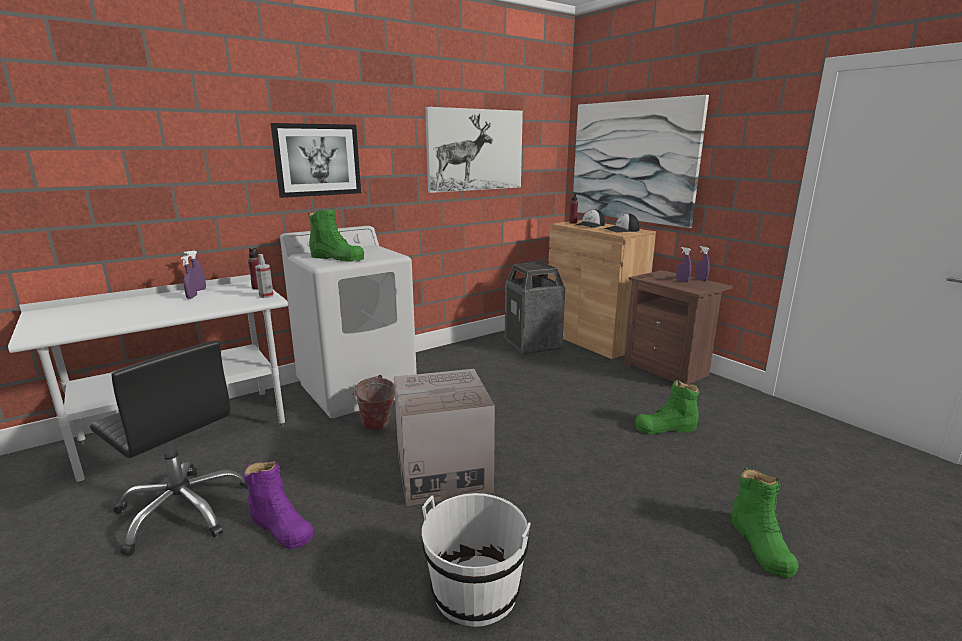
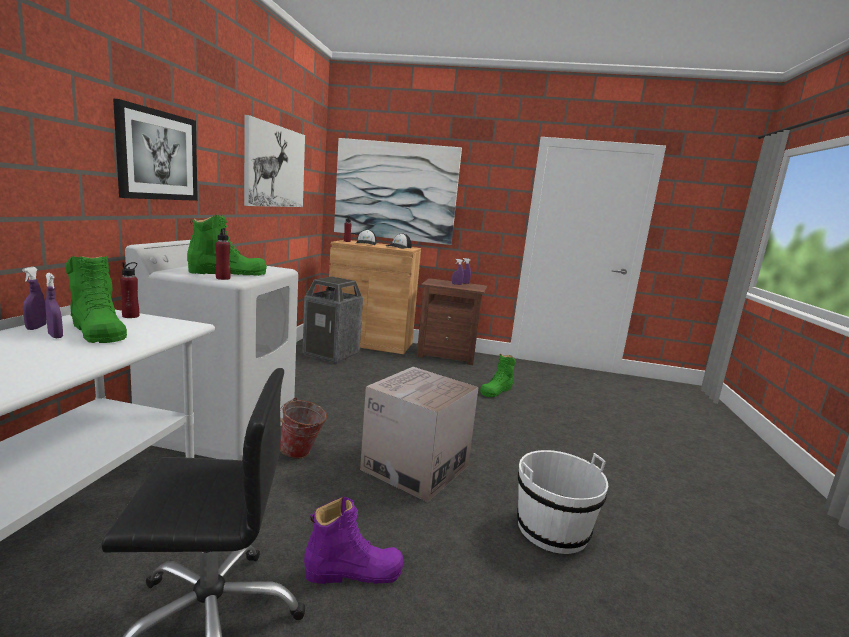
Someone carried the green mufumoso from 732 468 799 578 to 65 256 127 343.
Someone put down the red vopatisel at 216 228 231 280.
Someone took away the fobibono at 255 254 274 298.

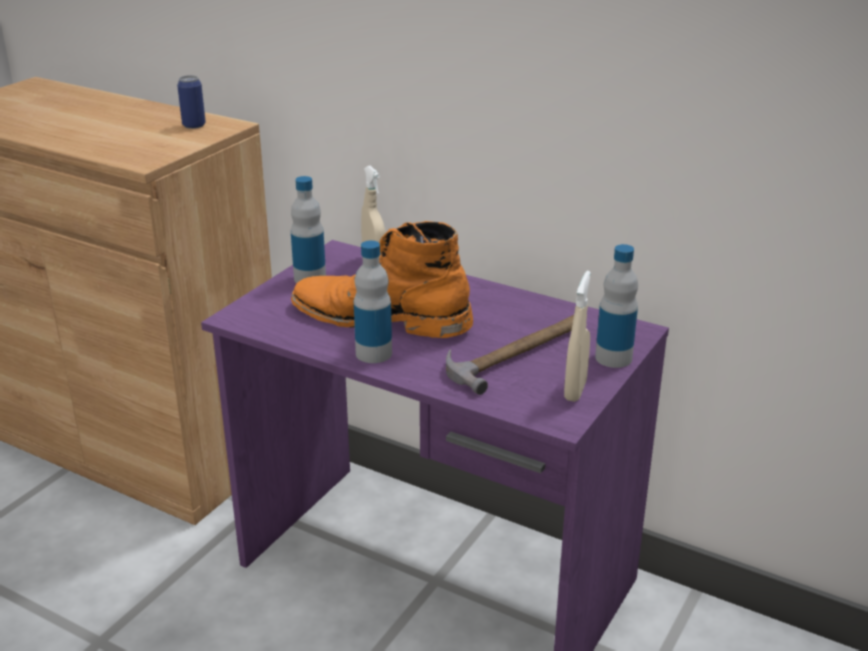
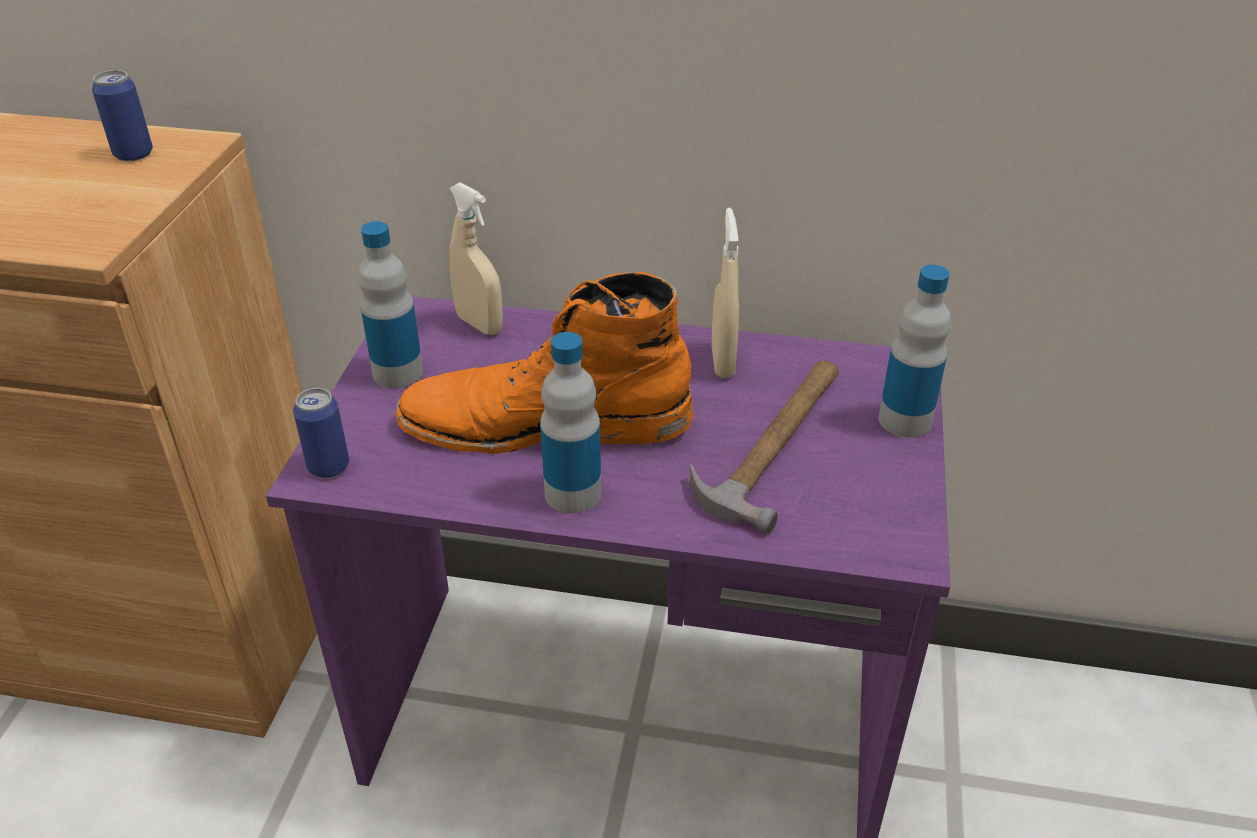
Someone put down the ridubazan at 293 388 349 478.
Someone carried the beige fobibono from 564 271 591 402 to 711 208 739 378.

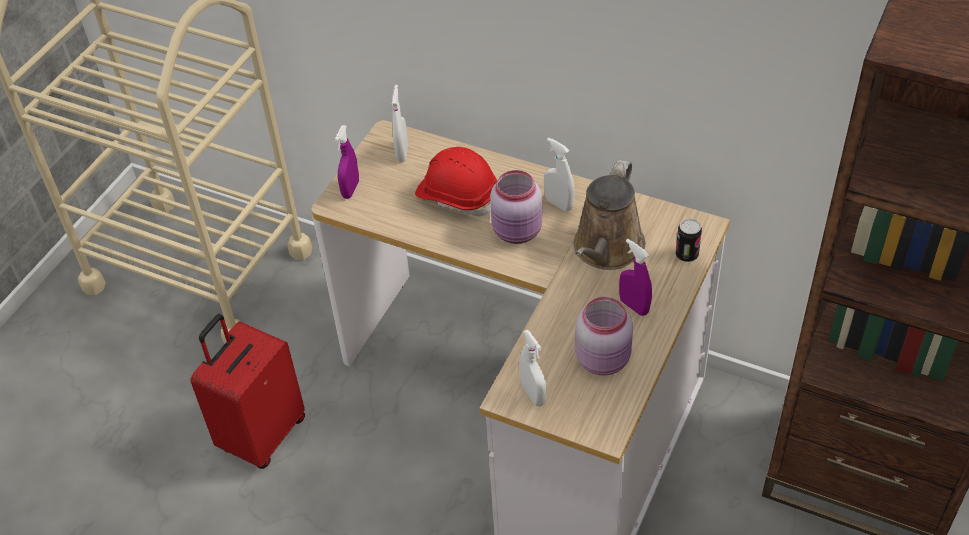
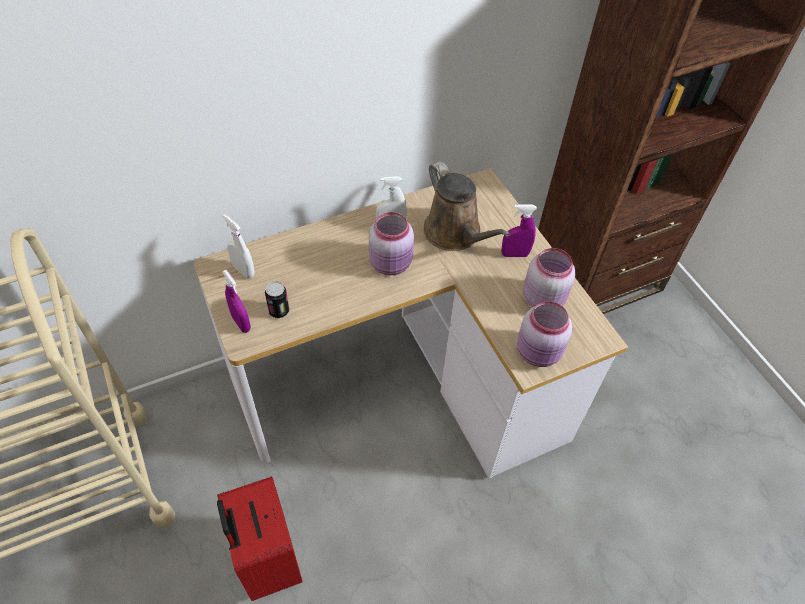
Someone carried the ridubazan from 676 219 702 262 to 265 281 289 318.
Someone swapped the white fobibono at 519 330 546 407 for the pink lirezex at 517 301 572 367.
Someone took away the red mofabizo at 415 147 497 216.

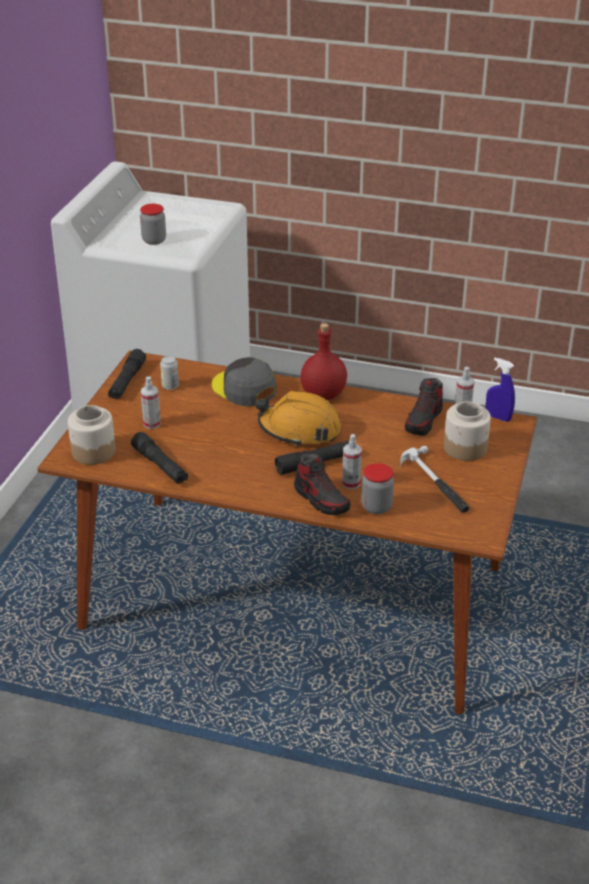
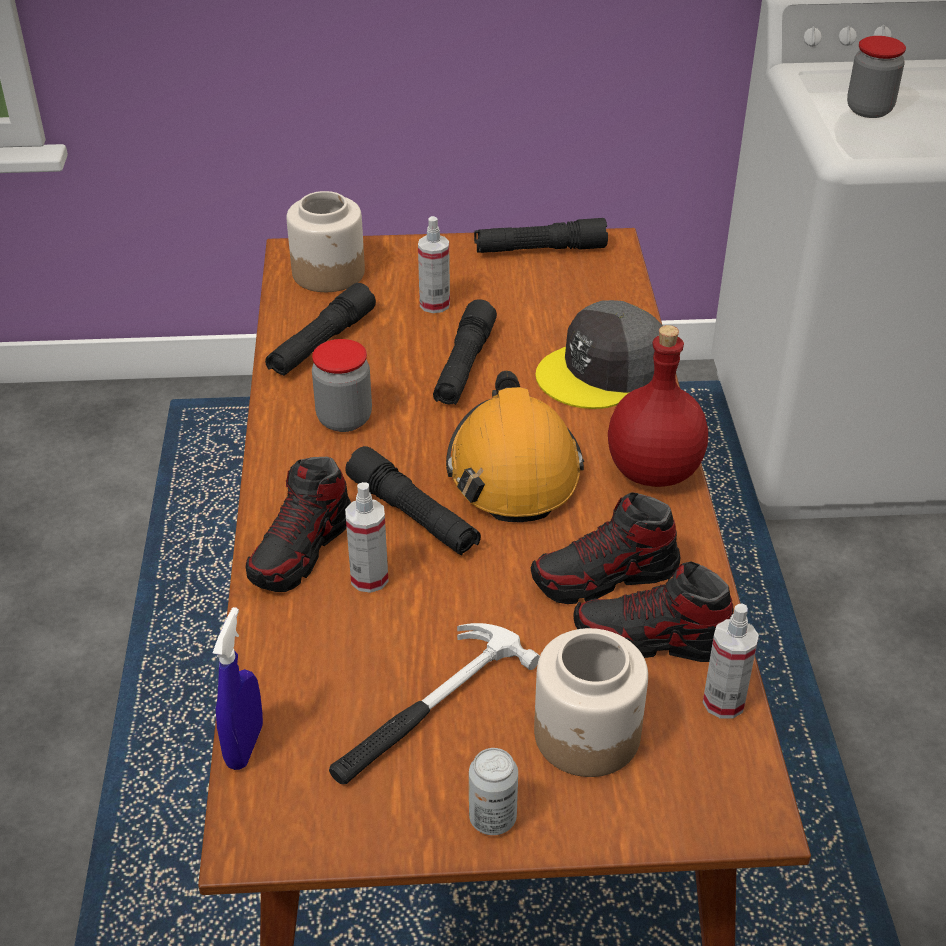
Someone carried the blue fobibono from 486 358 515 422 to 213 607 263 770.
Someone carried the lirezex from 361 463 394 514 to 312 339 372 432.
Someone put down the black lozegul at 433 299 497 405.
Someone carried the ridubazan from 160 356 179 390 to 469 748 518 835.
Someone put down the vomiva at 531 492 681 604.
Someone rotated the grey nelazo at 212 357 277 406 by 150 degrees counterclockwise.

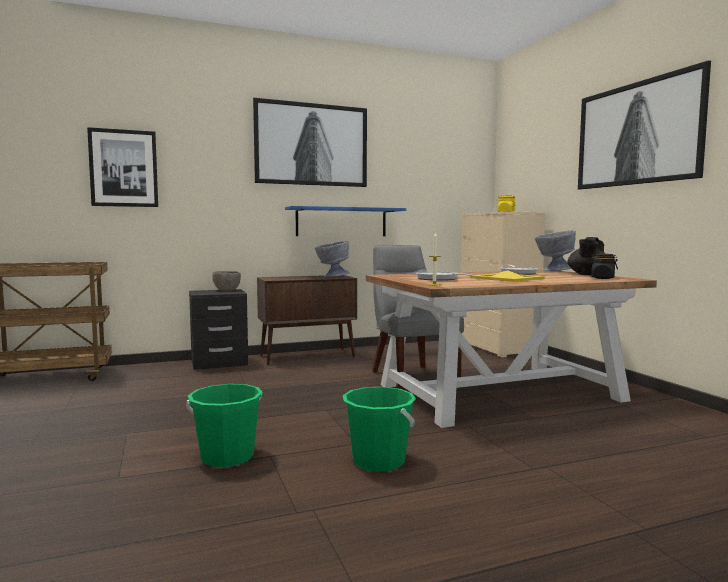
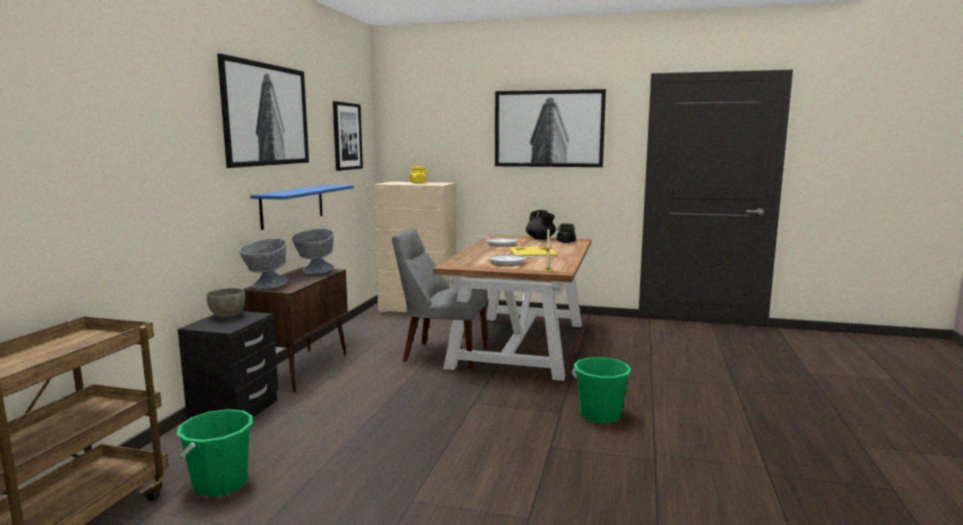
Someone carried the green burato from 186 384 263 467 to 176 409 253 497.
Someone carried the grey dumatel from 535 230 576 271 to 239 239 288 290.
Someone carried the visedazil from 87 127 158 207 to 333 101 363 171.

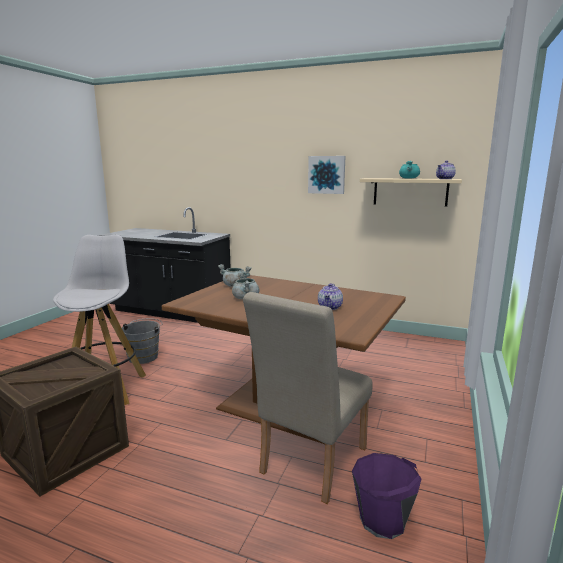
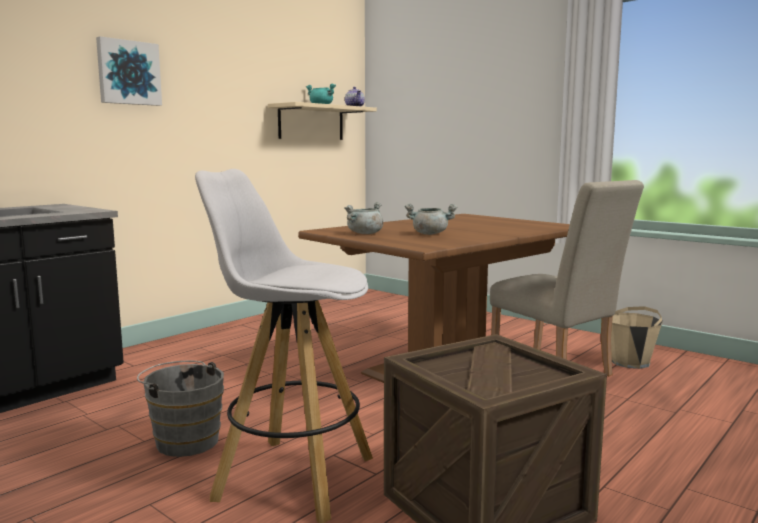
Someone carried the visedazil from 308 156 345 194 to 96 36 162 106.
Someone repainted the purple burato at 352 453 421 539, which became the beige burato at 611 306 663 369.
Someone took away the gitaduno at 318 283 343 310.

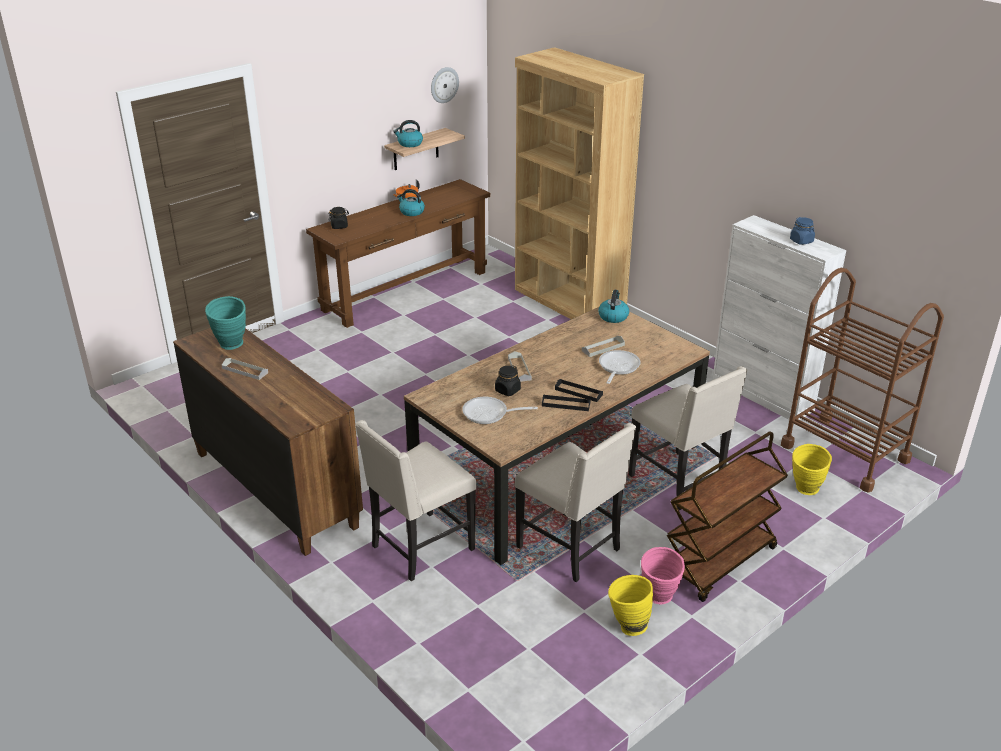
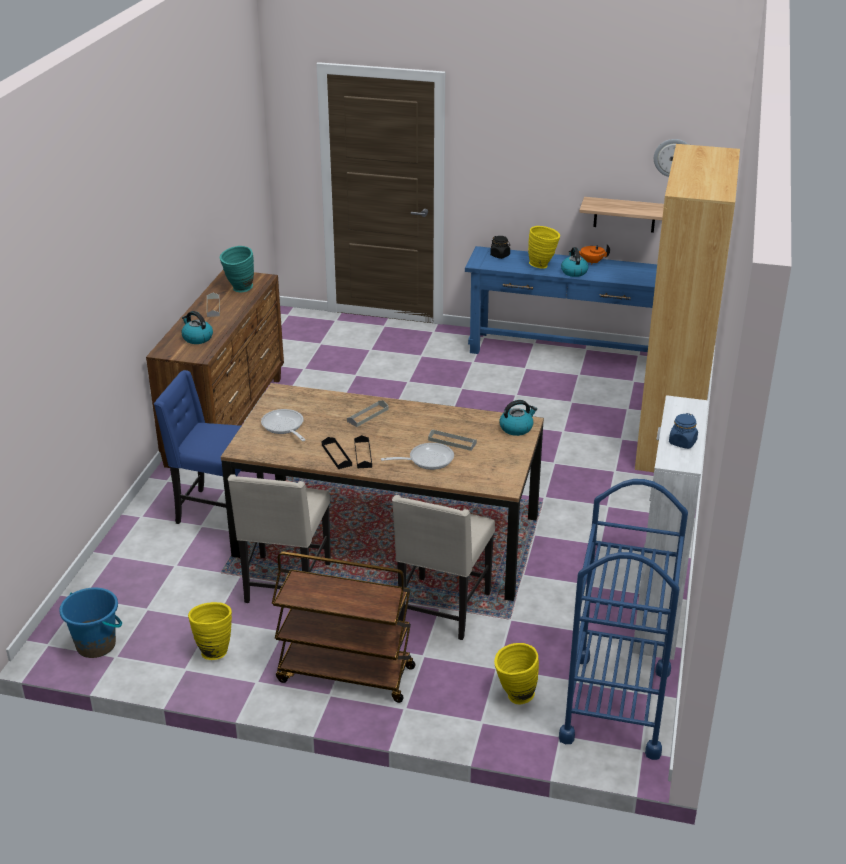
Someone put down the blue burato at 59 587 122 658.
Someone repainted the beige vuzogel at 355 420 477 581, which became the blue vuzogel at 154 370 264 524.
Someone carried the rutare from 393 120 423 147 to 181 311 213 344.
Someone repainted the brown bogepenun at 306 179 490 328, which became the blue bogepenun at 465 246 657 354.
Someone put down the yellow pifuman at 528 226 560 269.
Someone repainted the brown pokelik at 781 268 944 493, which became the blue pokelik at 559 479 688 760.
Someone took away the black lirezex at 495 365 521 396.
Someone took away the pink pifuman at 641 547 685 604.

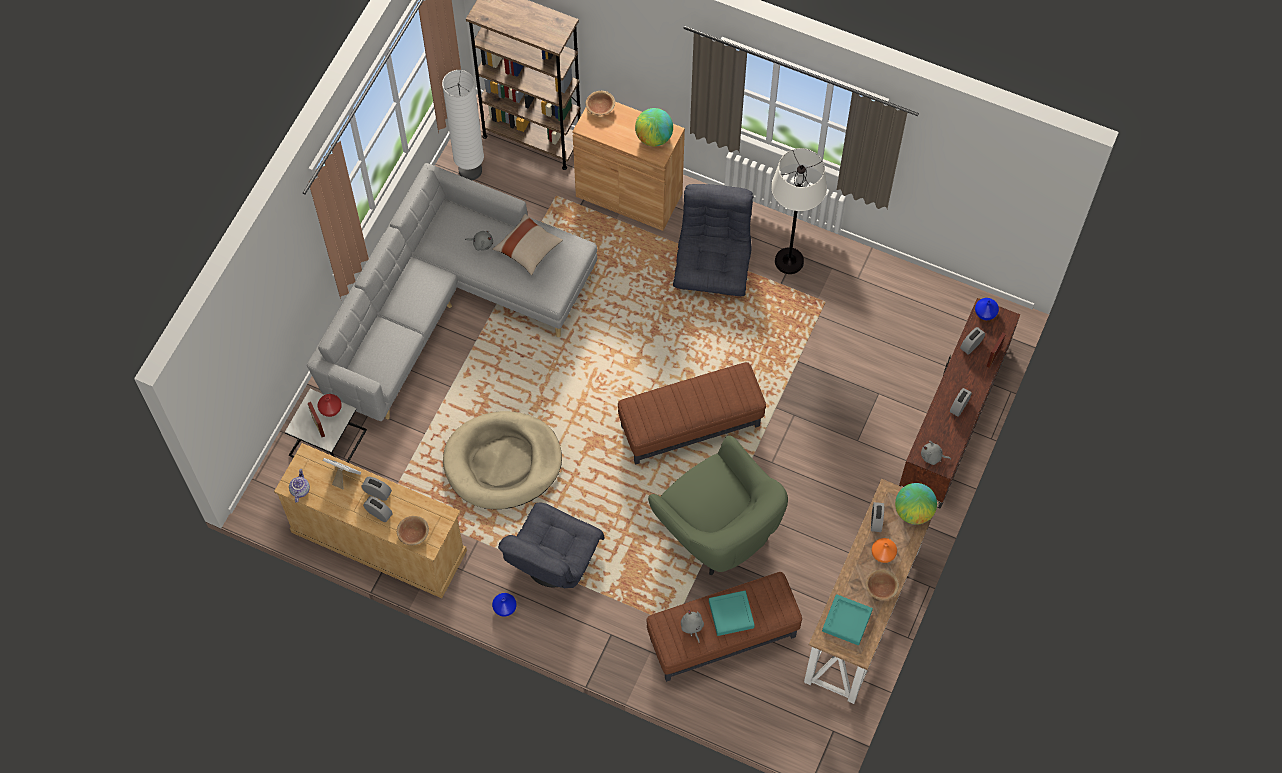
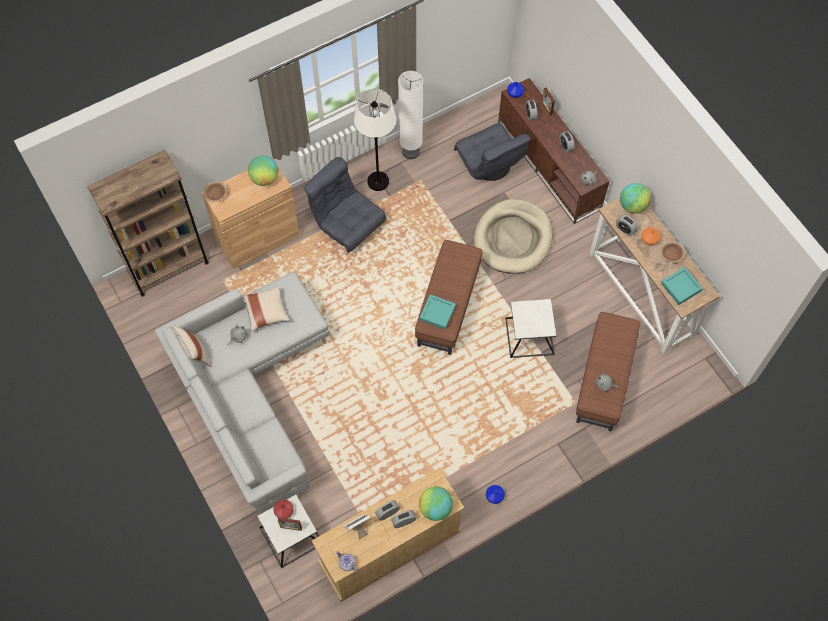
Someone put down the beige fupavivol at 172 326 212 367.
Someone carried the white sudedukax from 442 70 484 180 to 398 71 423 159.
Someone swapped the brown dumatel at 397 516 429 545 for the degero at 419 486 453 521.
Someone carried the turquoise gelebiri from 709 591 755 636 to 420 294 456 330.
Someone carried the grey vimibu from 498 502 604 588 to 454 123 531 181.
Someone carried the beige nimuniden from 443 411 562 509 to 474 199 552 274.
Someone swapped the green vimibu at 648 436 788 575 for the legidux at 505 299 556 358.

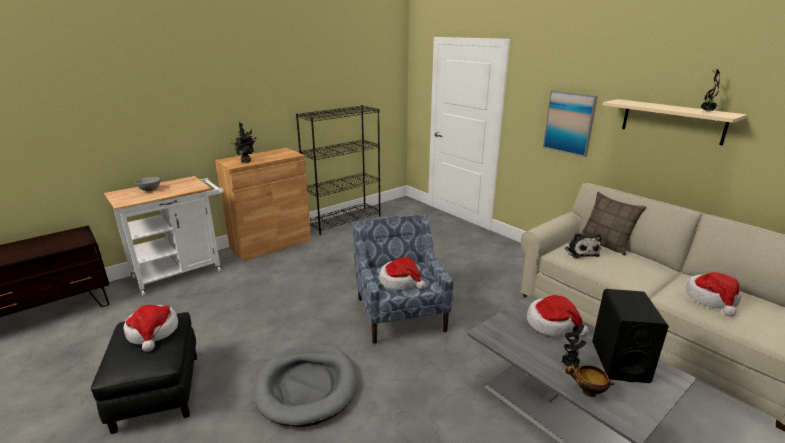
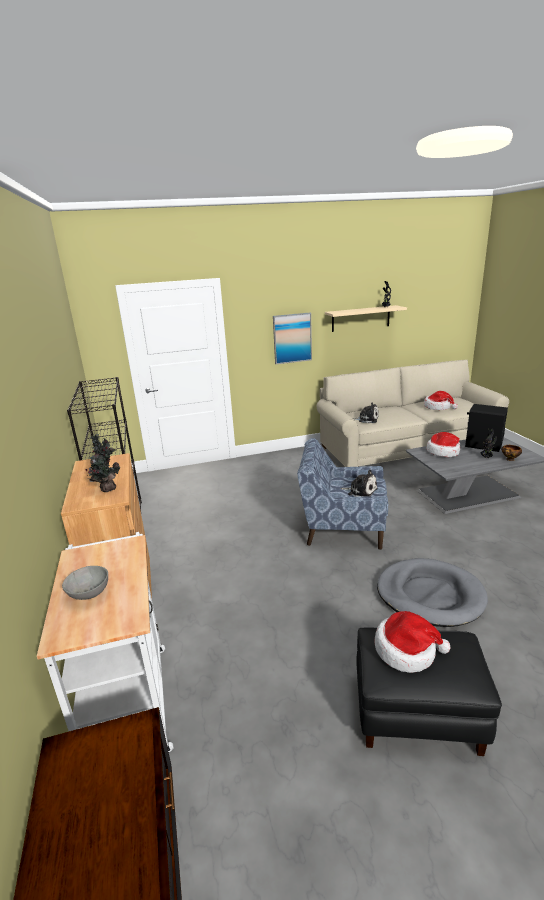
Someone swapped the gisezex at 379 257 426 290 for the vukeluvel at 340 470 378 497.
Someone took away the fupavivol at 581 192 646 256.

